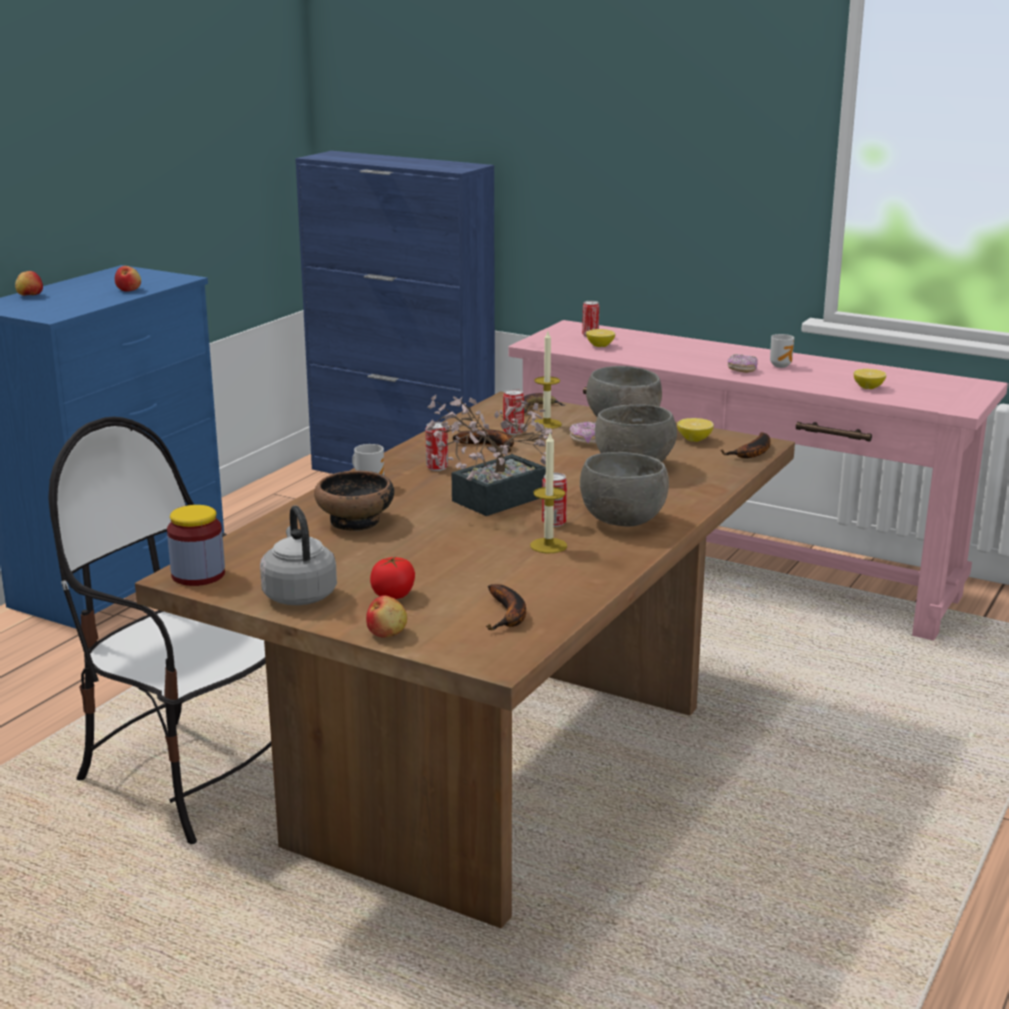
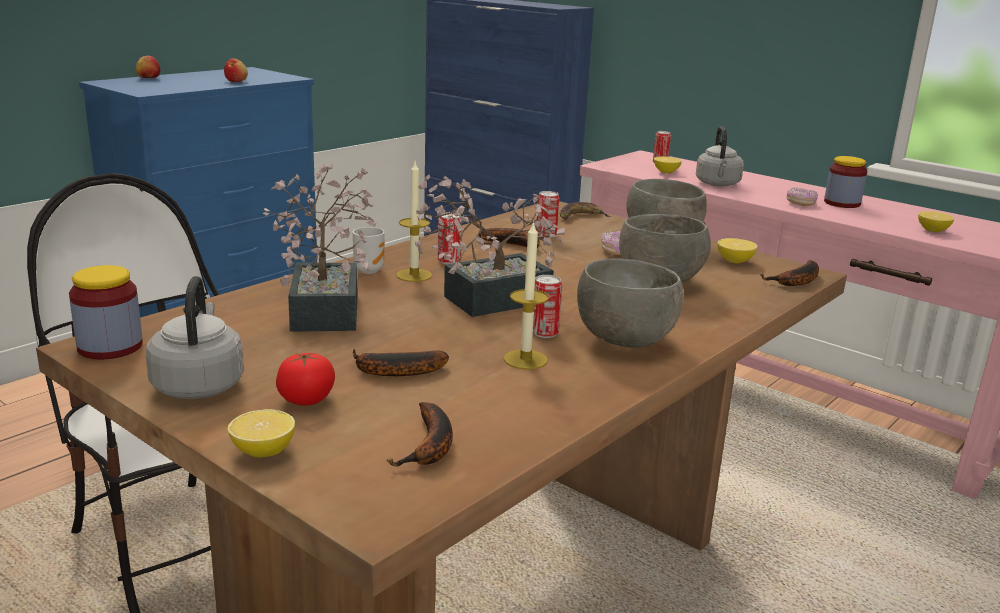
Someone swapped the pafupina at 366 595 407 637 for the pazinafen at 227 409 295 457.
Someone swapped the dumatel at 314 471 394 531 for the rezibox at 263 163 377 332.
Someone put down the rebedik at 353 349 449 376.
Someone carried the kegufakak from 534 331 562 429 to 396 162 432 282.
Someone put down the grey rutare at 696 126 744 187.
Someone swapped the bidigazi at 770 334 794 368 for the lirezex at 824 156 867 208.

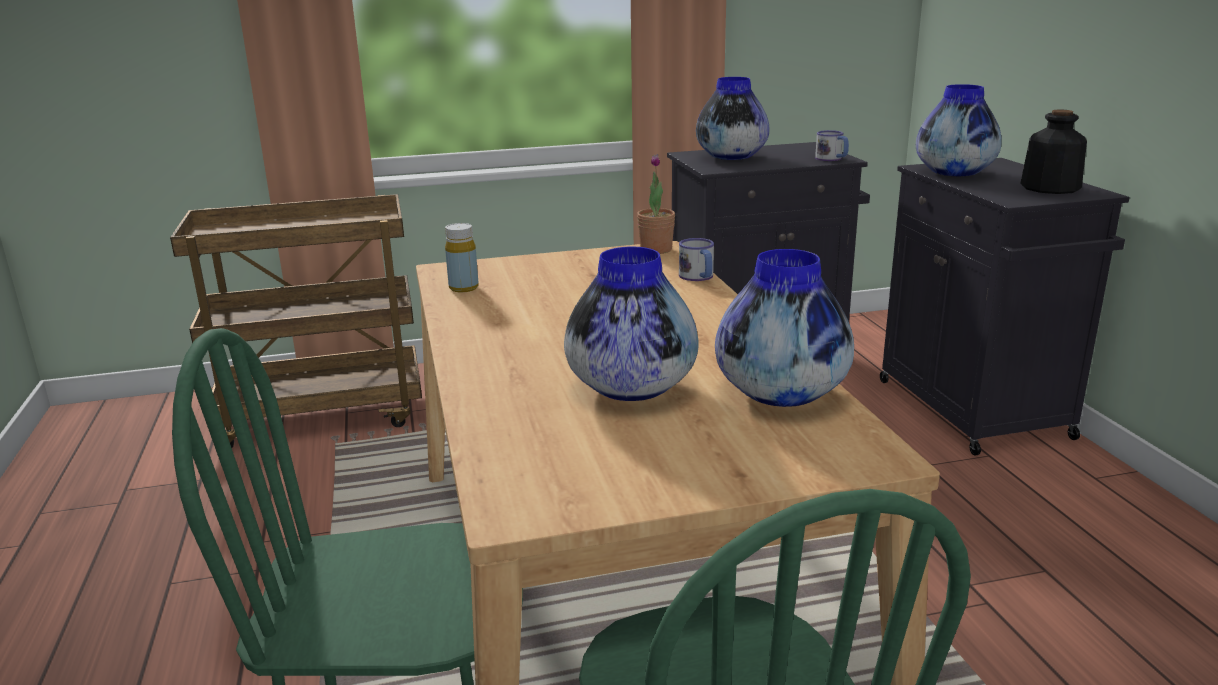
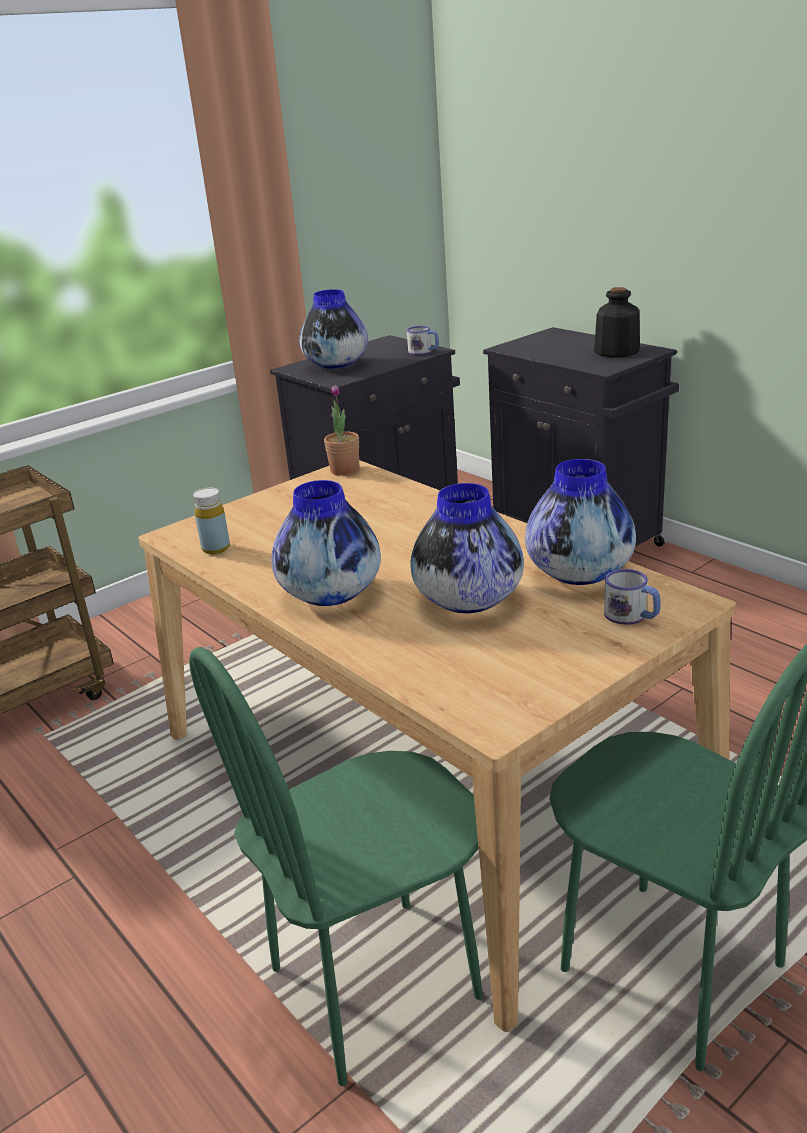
Someone carried the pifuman from 916 84 1002 177 to 271 480 381 606.
Someone carried the bidigazi from 679 238 714 281 to 604 569 661 625.

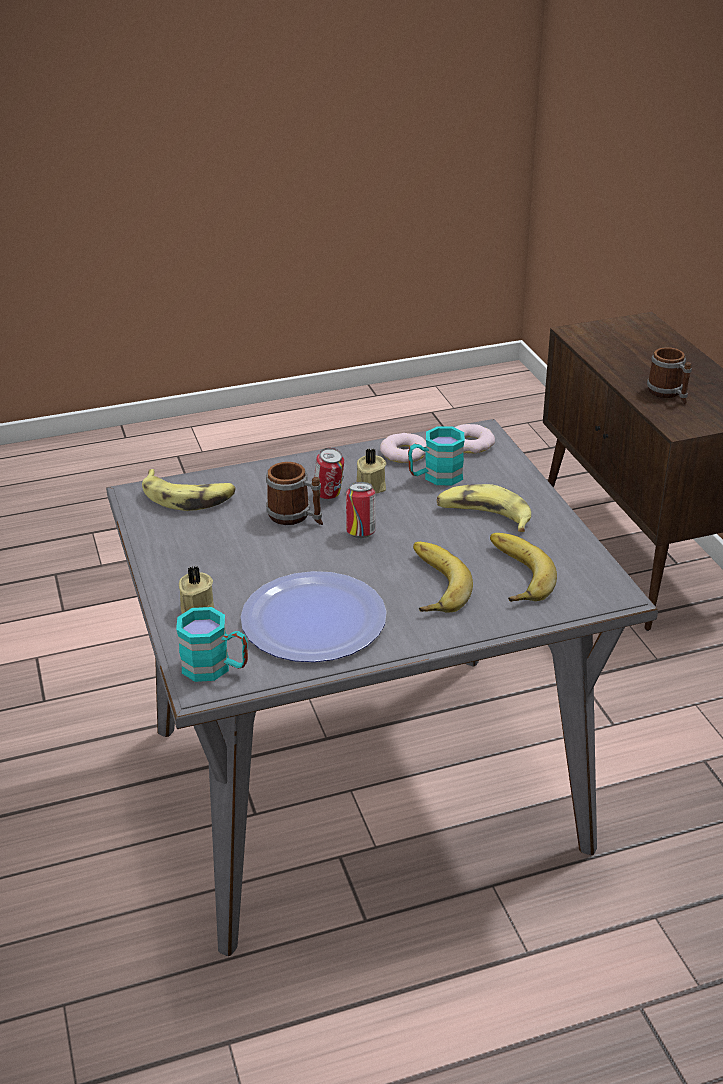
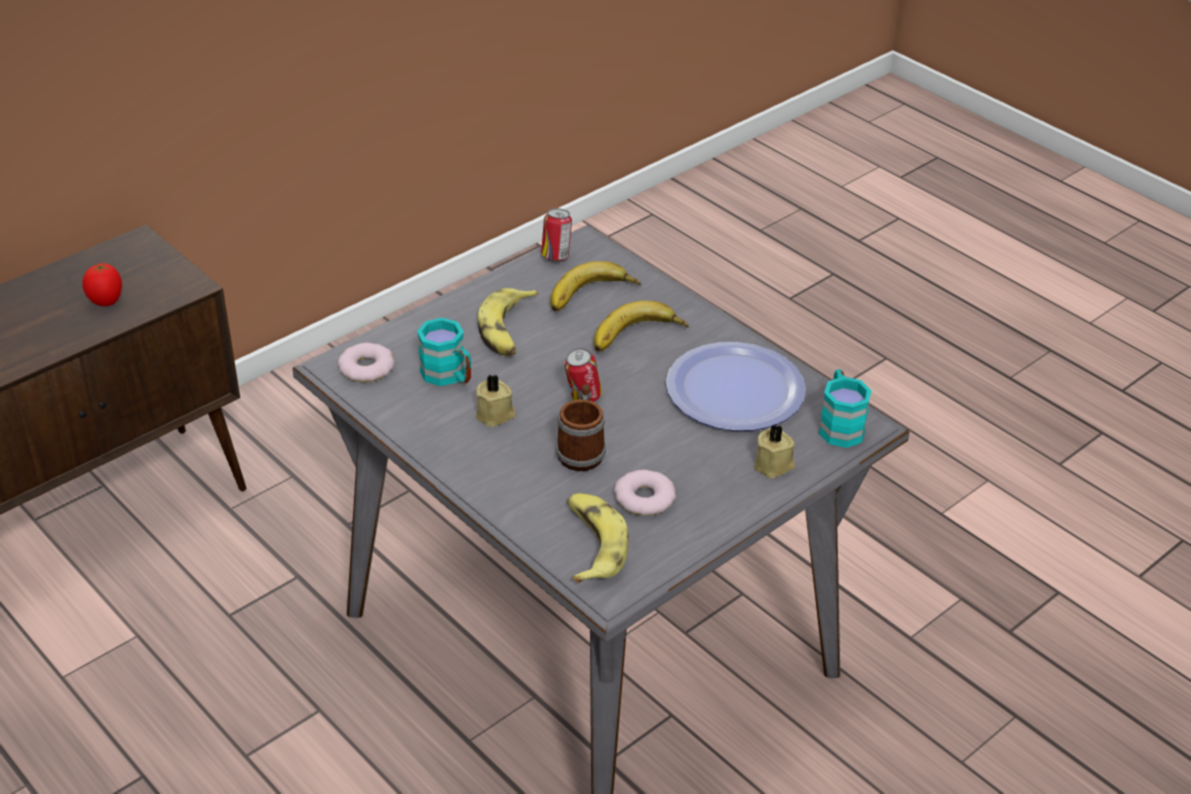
Someone swapped the bidigazi at 647 347 692 404 for the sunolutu at 82 263 122 306.
Someone carried the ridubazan from 314 448 344 499 to 541 208 572 262.
Someone carried the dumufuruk from 380 433 426 463 to 614 470 676 516.

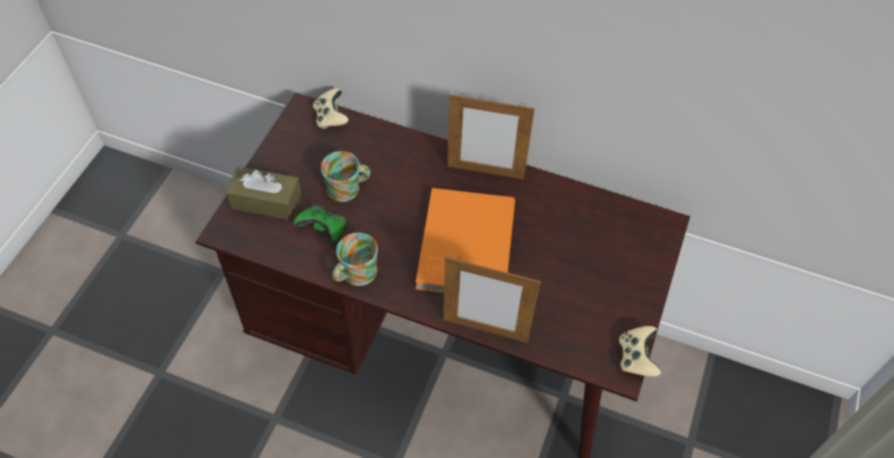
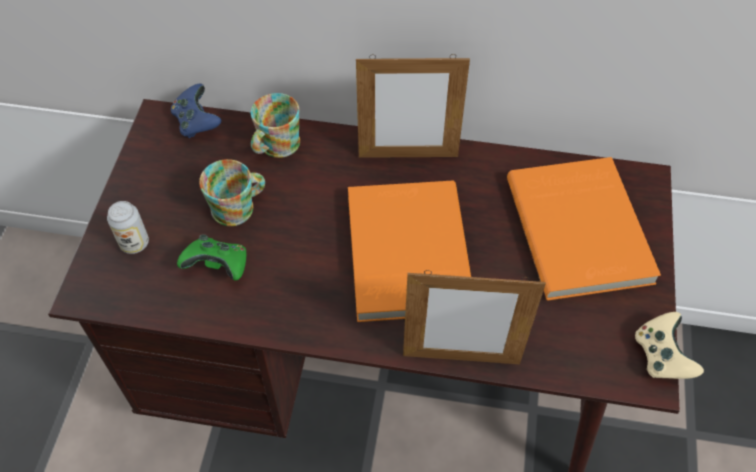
Someone swapped the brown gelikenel at 226 166 302 220 for the ridubazan at 107 201 149 254.
Someone repainted the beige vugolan at 313 88 349 129, which became the blue vugolan at 171 84 221 138.
Someone carried the bidigazi from 332 233 378 286 to 251 93 300 158.
Someone put down the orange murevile at 507 157 661 300.

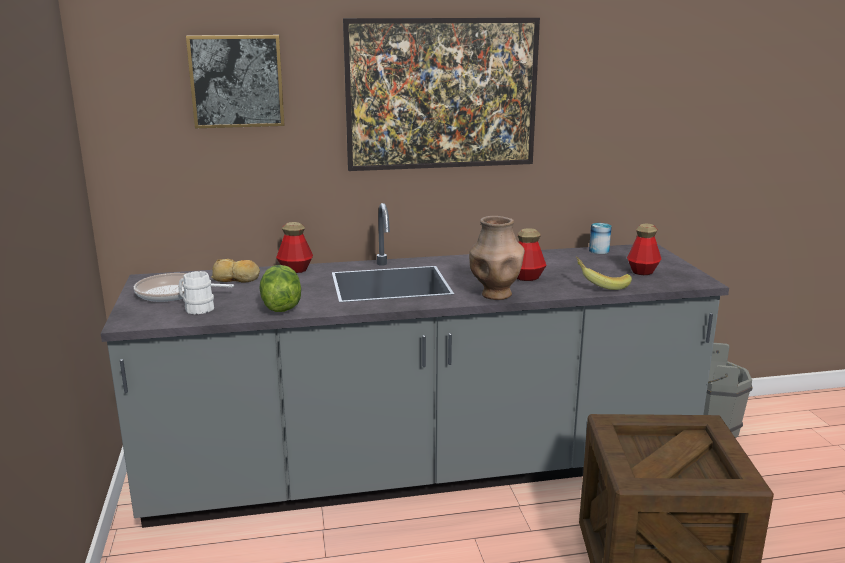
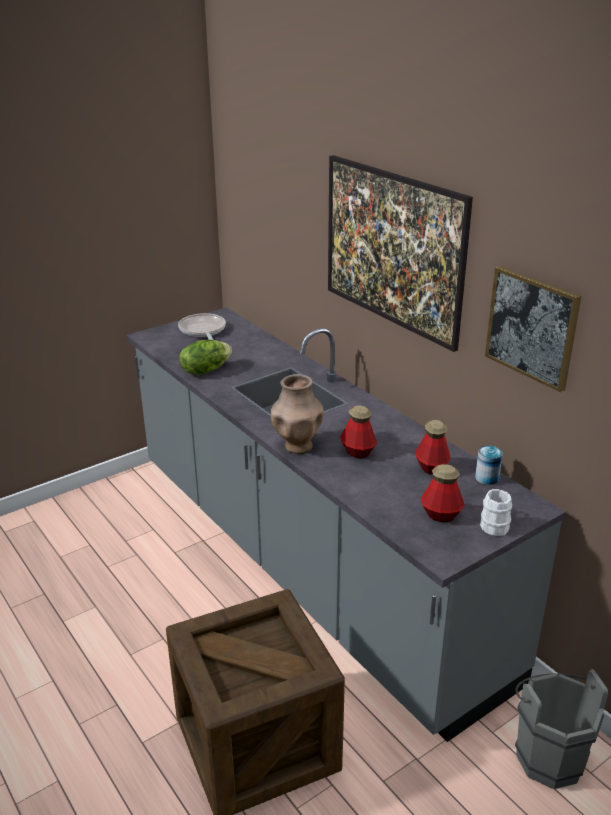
Someone carried the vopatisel from 276 222 313 273 to 416 420 450 474.
Someone carried the white bidigazi from 178 271 214 314 to 480 489 512 536.
Someone carried the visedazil from 186 35 285 128 to 485 266 581 392.
Someone took away the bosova at 211 259 260 283.
Someone took away the rebedik at 576 256 632 290.

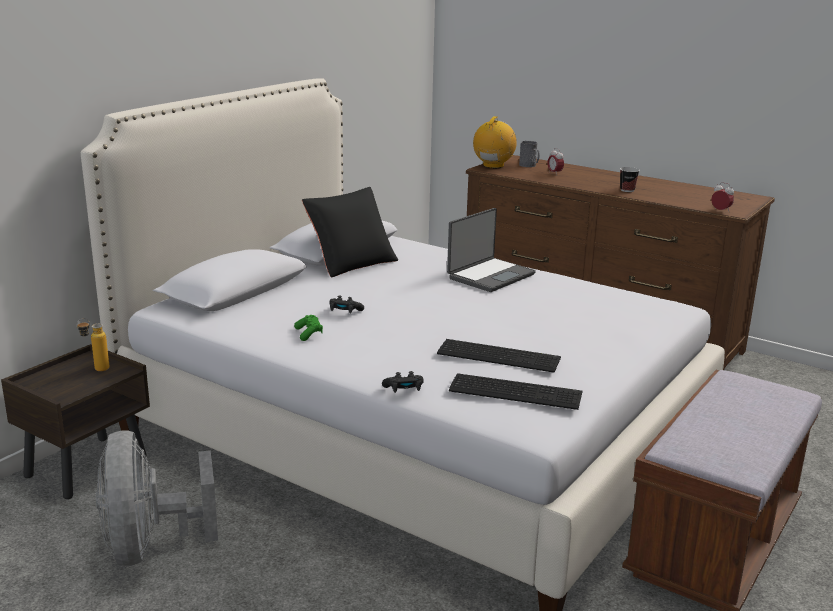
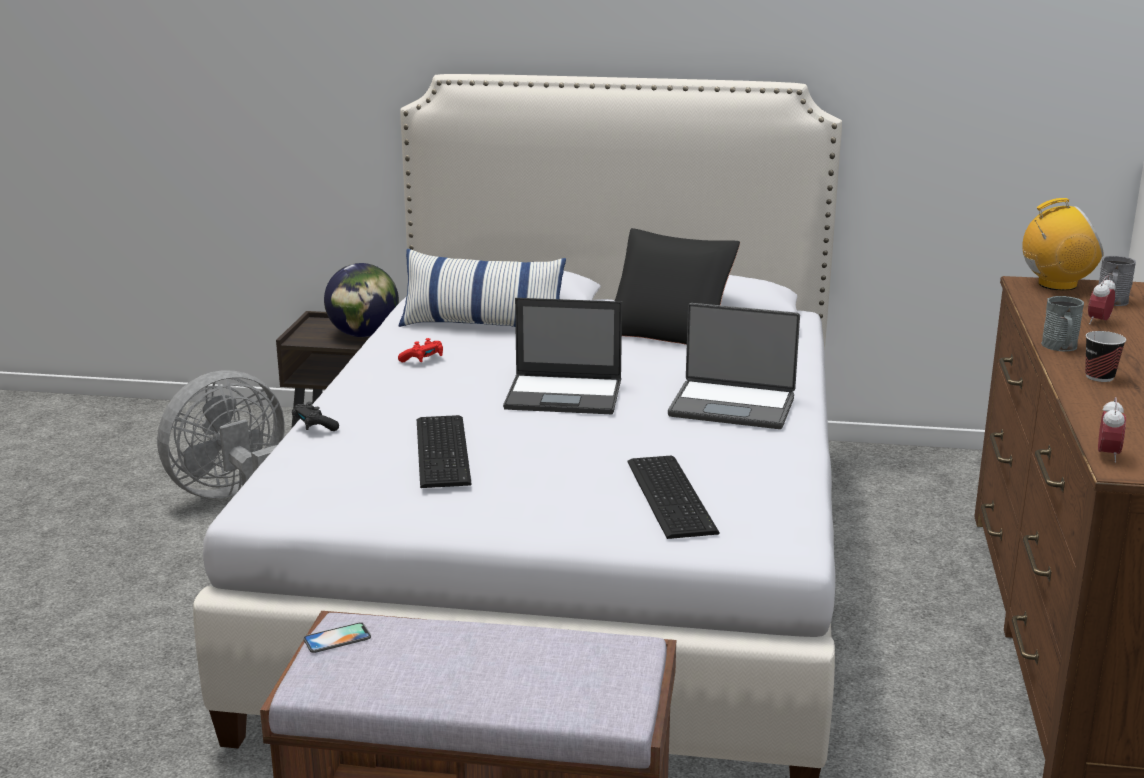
Someone put down the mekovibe at 304 622 371 653.
Someone swapped the vopatisel at 77 318 109 371 for the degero at 324 263 399 337.
Someone repainted the green vugolan at 294 315 323 341, which became the red vugolan at 398 338 443 362.
Someone put down the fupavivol at 399 249 566 327.
Someone put down the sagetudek at 503 298 622 414.
Someone carried the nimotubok from 449 373 582 410 to 627 455 720 539.
Someone put down the grey bidigazi at 1041 296 1084 351.
Someone took away the black vugolan at 329 296 364 314.

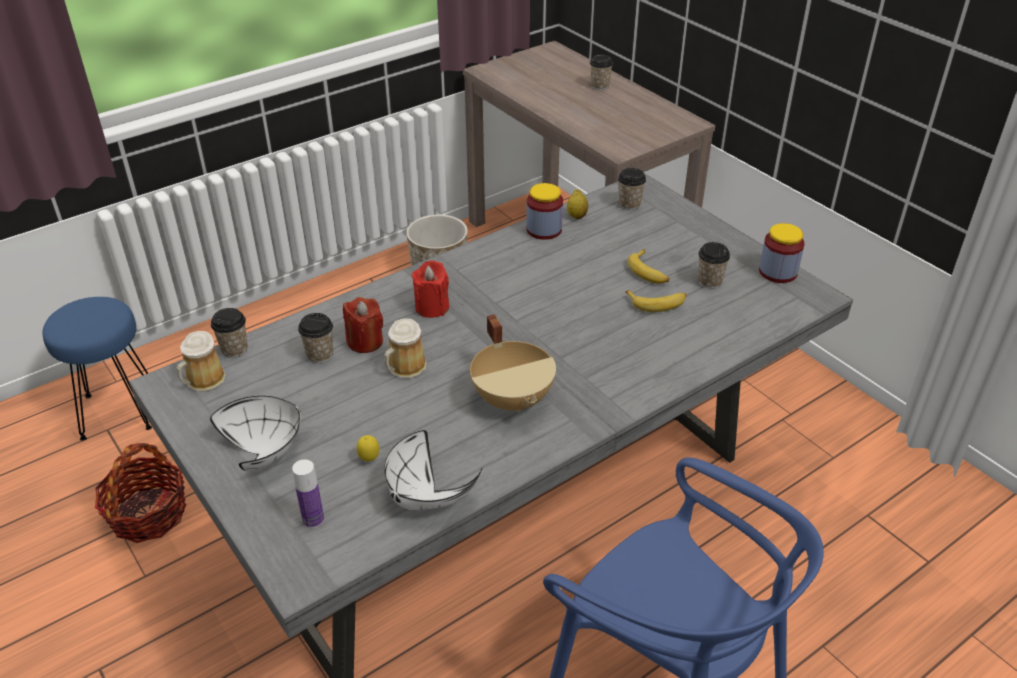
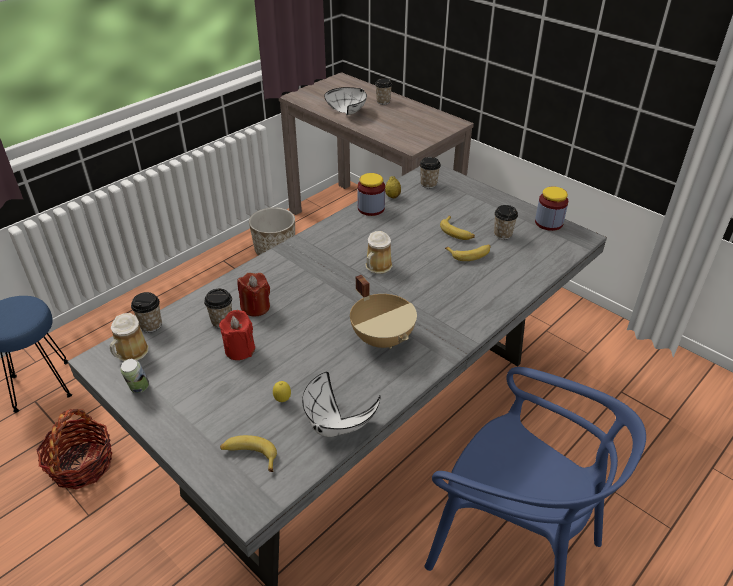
Someone put down the ridubazan at 121 359 149 393.
Someone carried the red kegufakak from 412 261 449 318 to 219 310 255 360.
Someone swapped the vopatisel at 292 459 324 528 for the rebedik at 220 435 277 472.
Someone carried the white dumatel from 210 396 301 471 to 324 87 367 115.
Someone carried the bidigazi from 384 318 427 378 to 365 231 392 274.

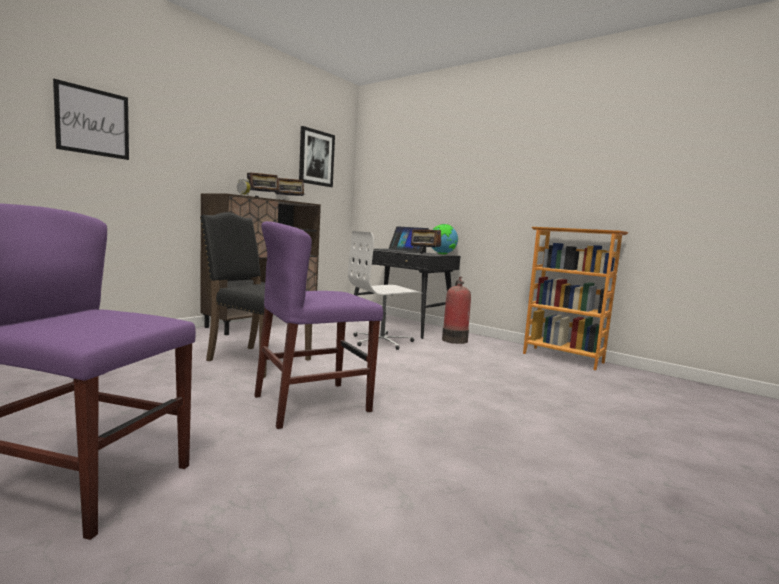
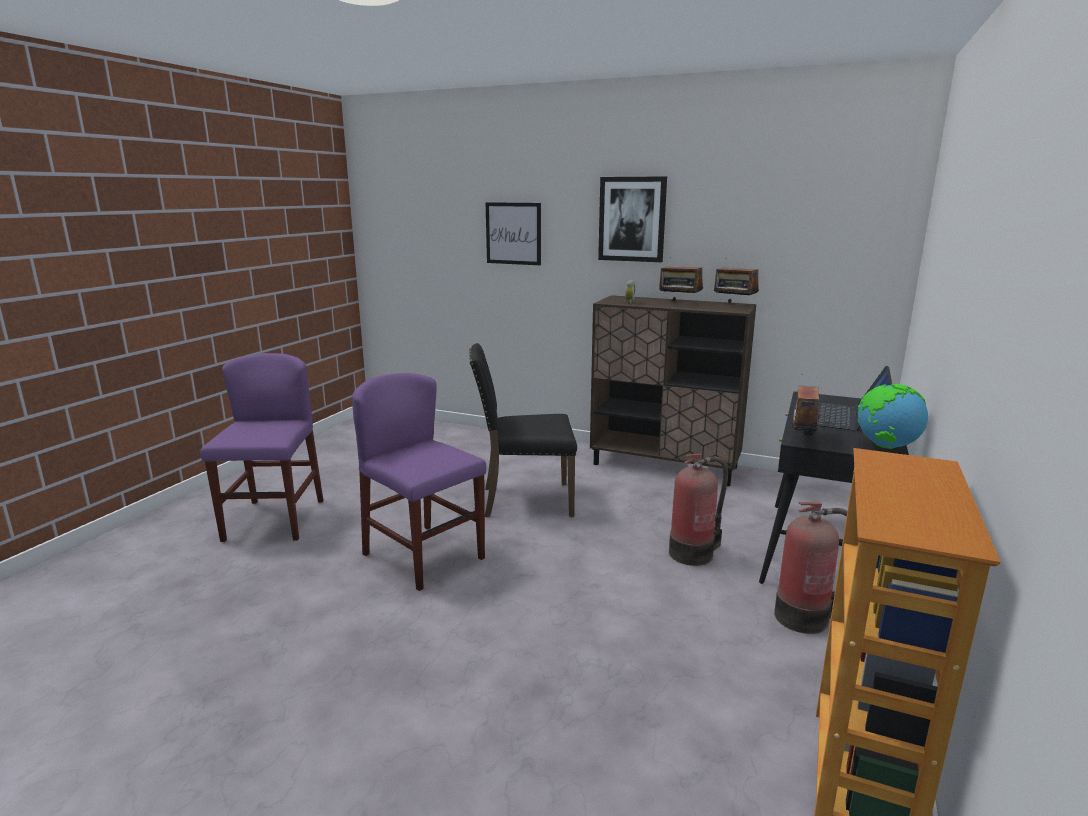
Someone rotated the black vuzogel at 200 212 312 378 by 105 degrees counterclockwise.
Someone carried the visedazil from 299 126 335 187 to 598 176 667 262.
Someone swapped the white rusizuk at 348 231 422 350 for the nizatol at 669 454 728 566.

